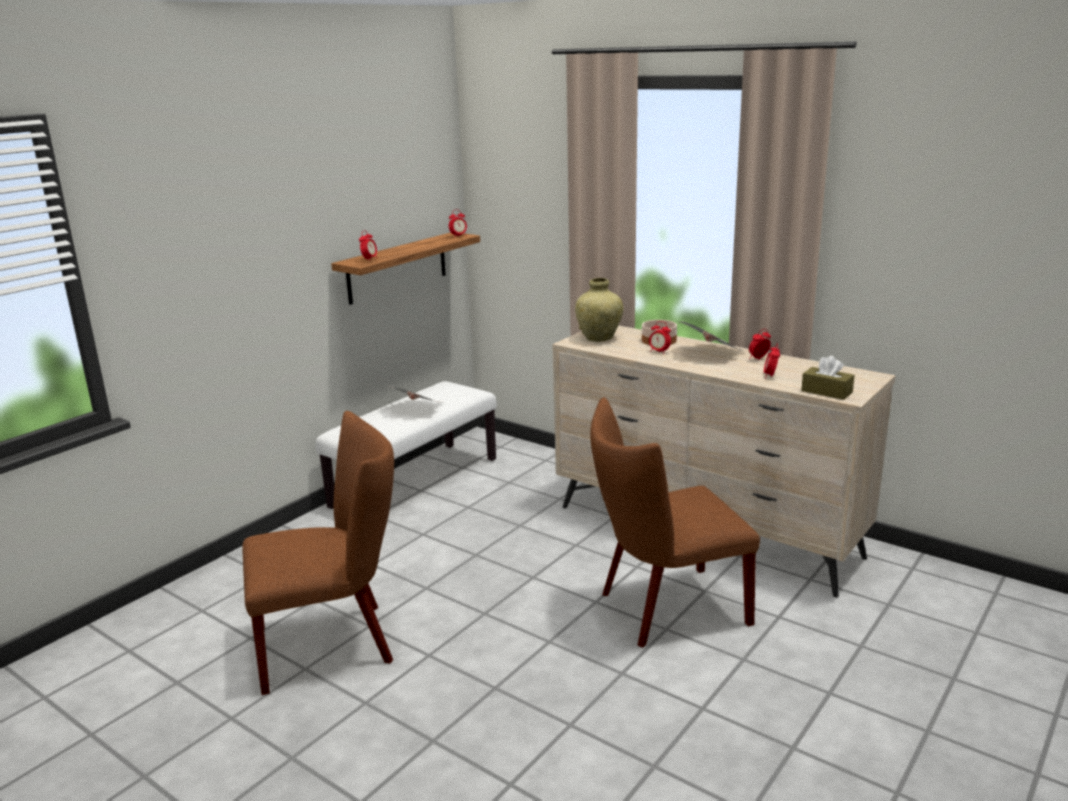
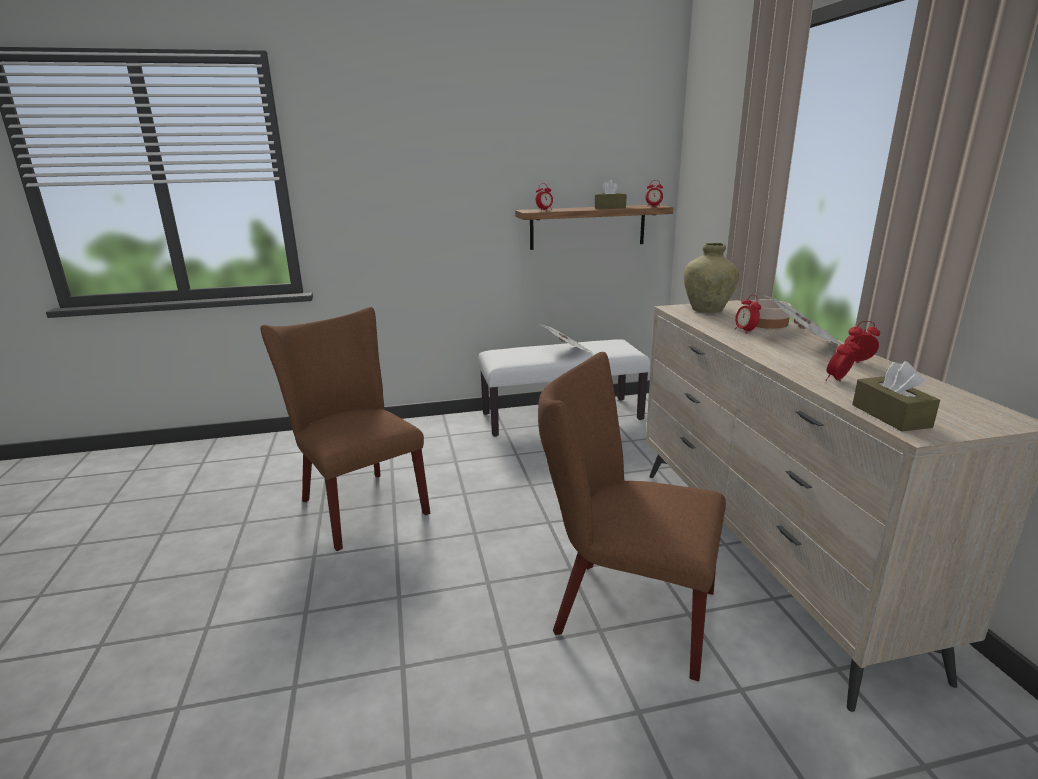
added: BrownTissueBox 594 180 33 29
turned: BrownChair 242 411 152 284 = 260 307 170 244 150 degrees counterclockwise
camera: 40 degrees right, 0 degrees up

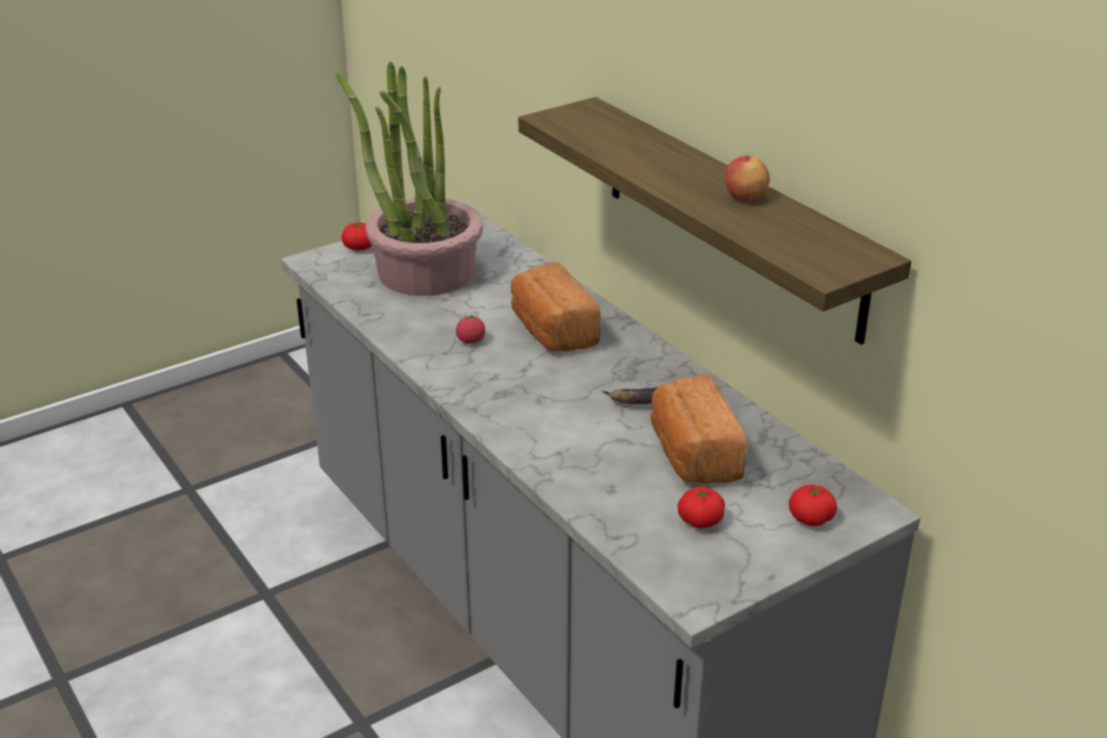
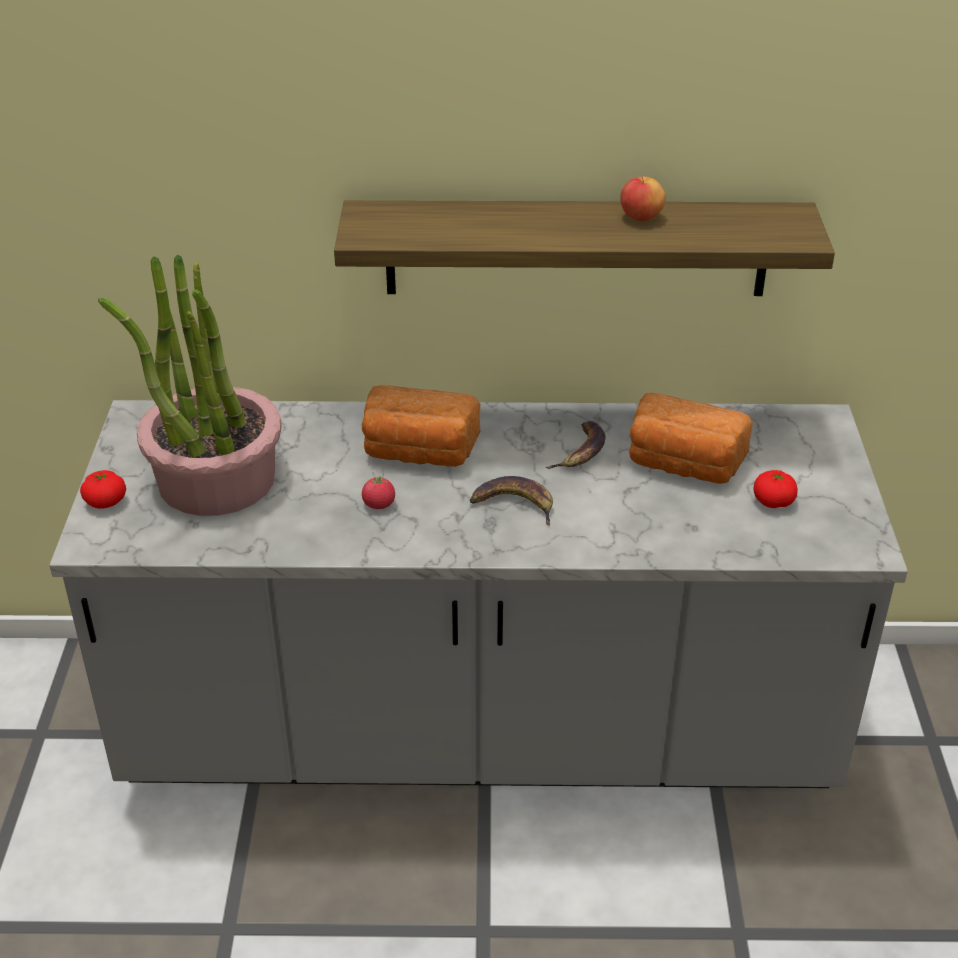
removed: Tomato 789 484 48 42
added: Banana 470 476 83 50
camera: 55 degrees left, 5 degrees up

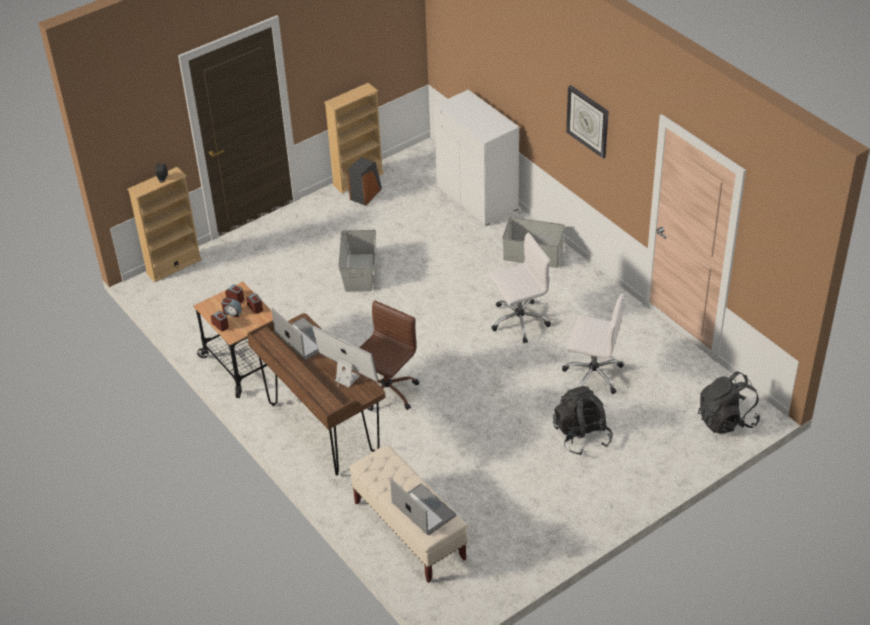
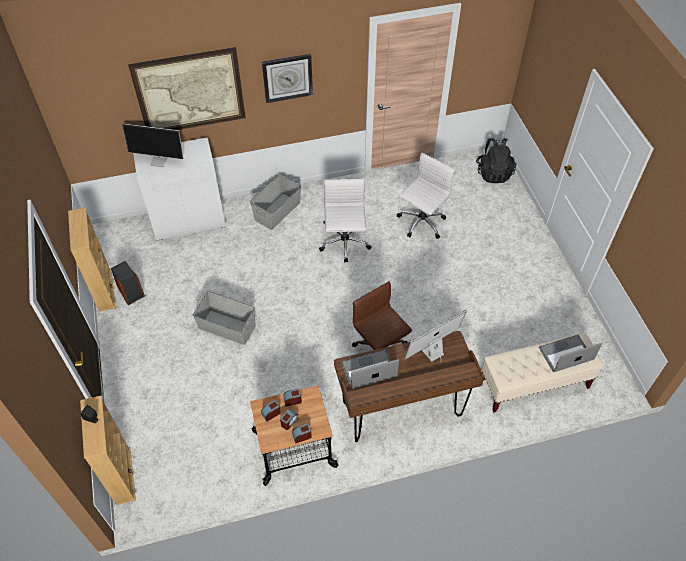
removed: BlackBackpack 553 386 60 69
added: Picture 128 47 118 83; Monitor 122 123 61 44
camera: 70 degrees left, 10 degrees up

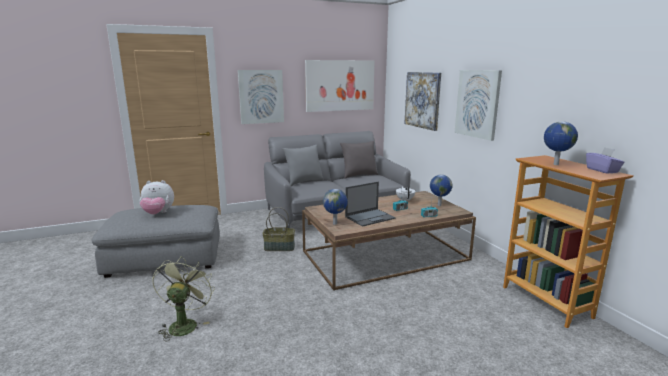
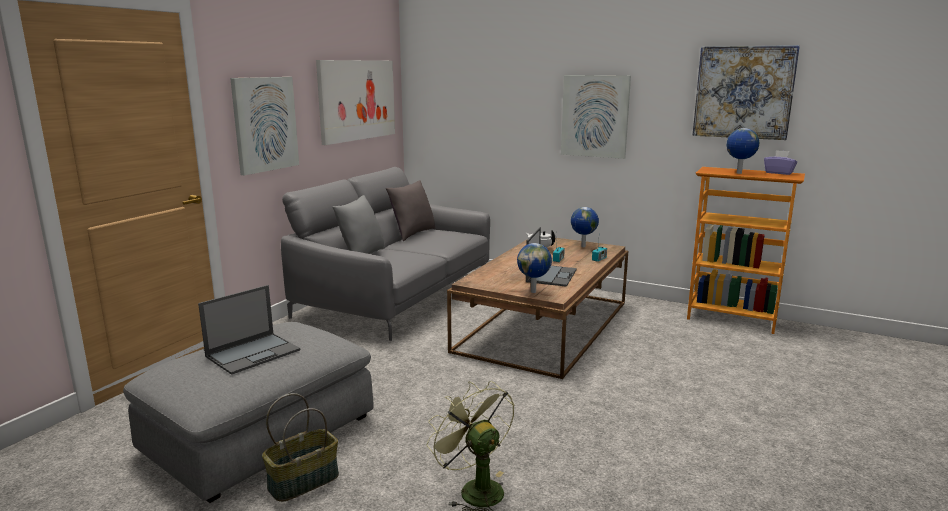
moved: Picture 404 72 37 59 to 692 45 108 95; Basket 262 207 33 44 to 262 393 77 109
replaced: PlushToy 139 180 35 34 to Laptop 198 285 102 90
camera: 40 degrees left, 0 degrees up

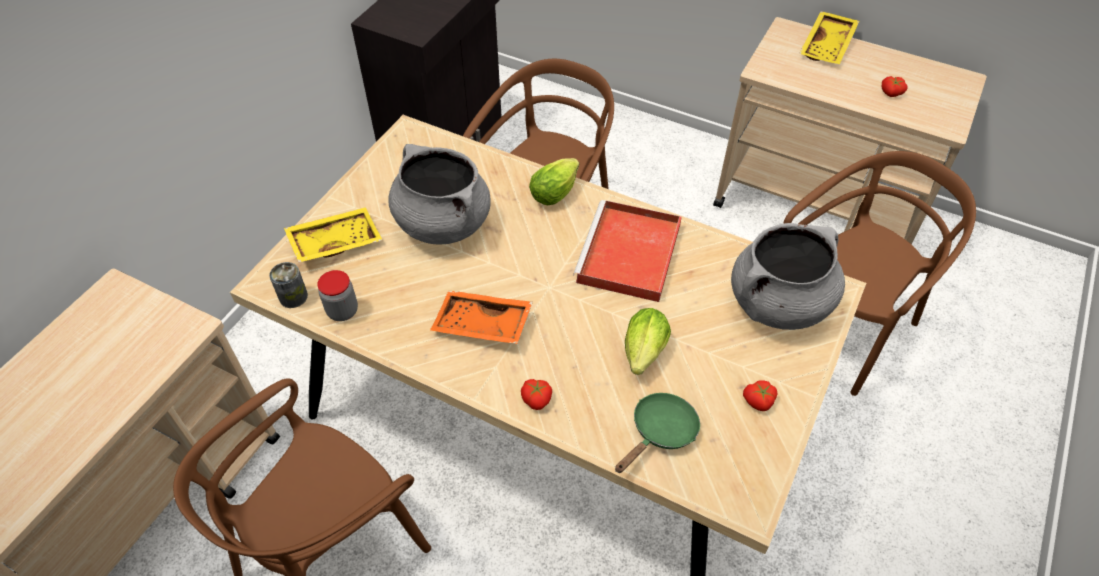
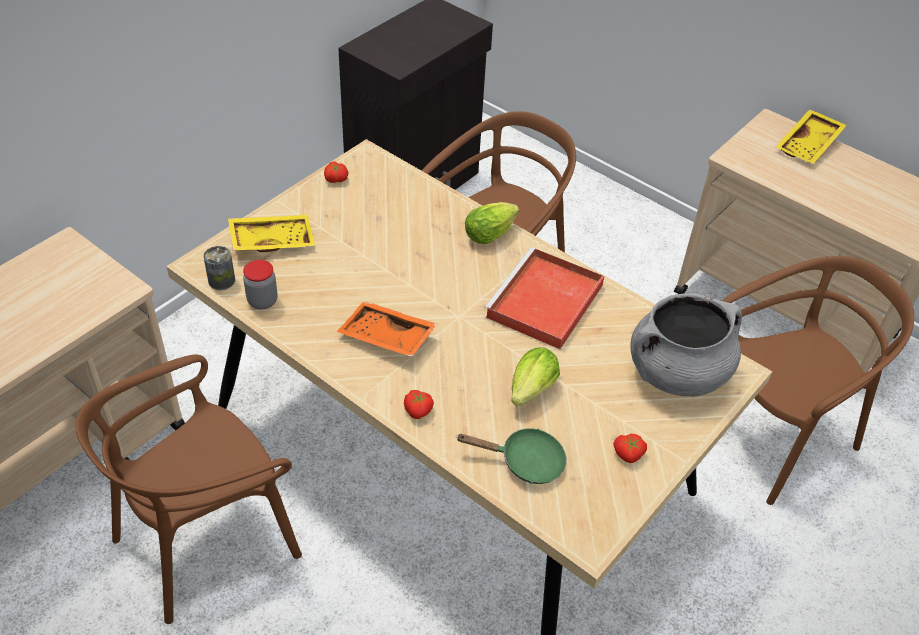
removed: GreyCookingPot 388 144 103 100
moved: Tomato 882 76 26 21 to 324 162 25 21
turned: GreenFryingPan 615 393 85 80 = 456 428 111 56 45 degrees clockwise
camera: 10 degrees right, 5 degrees down

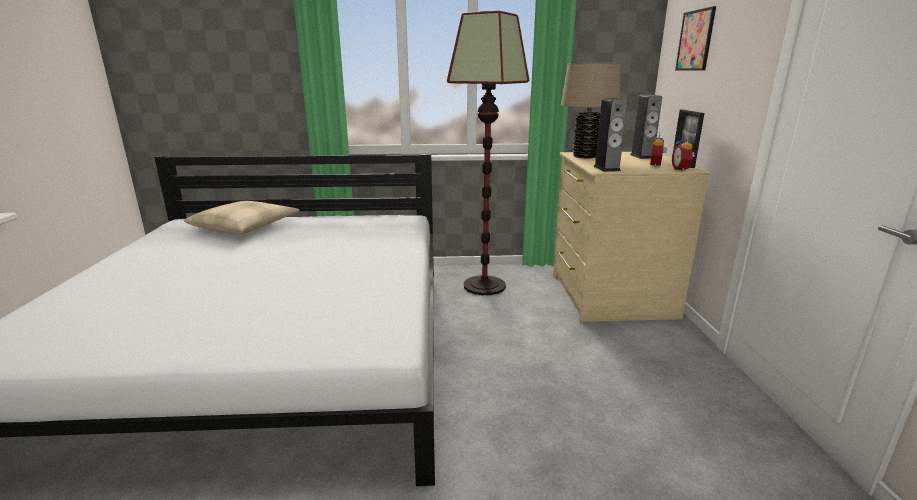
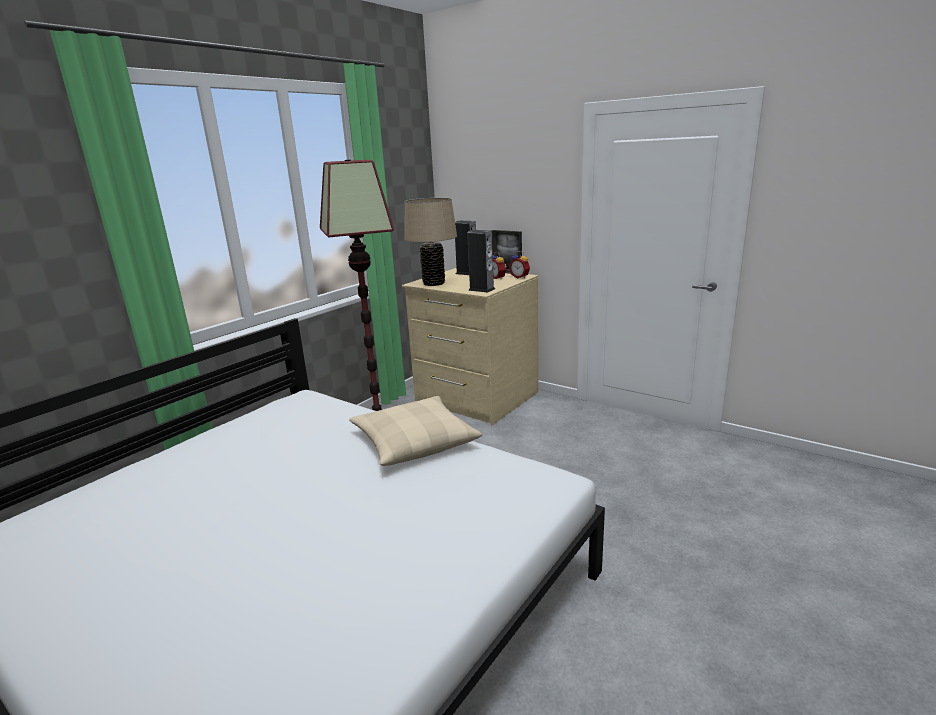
removed: Picture 675 6 41 65
moved: BeigePillow 184 201 116 33 to 349 396 133 70
camera: 50 degrees left, 0 degrees up

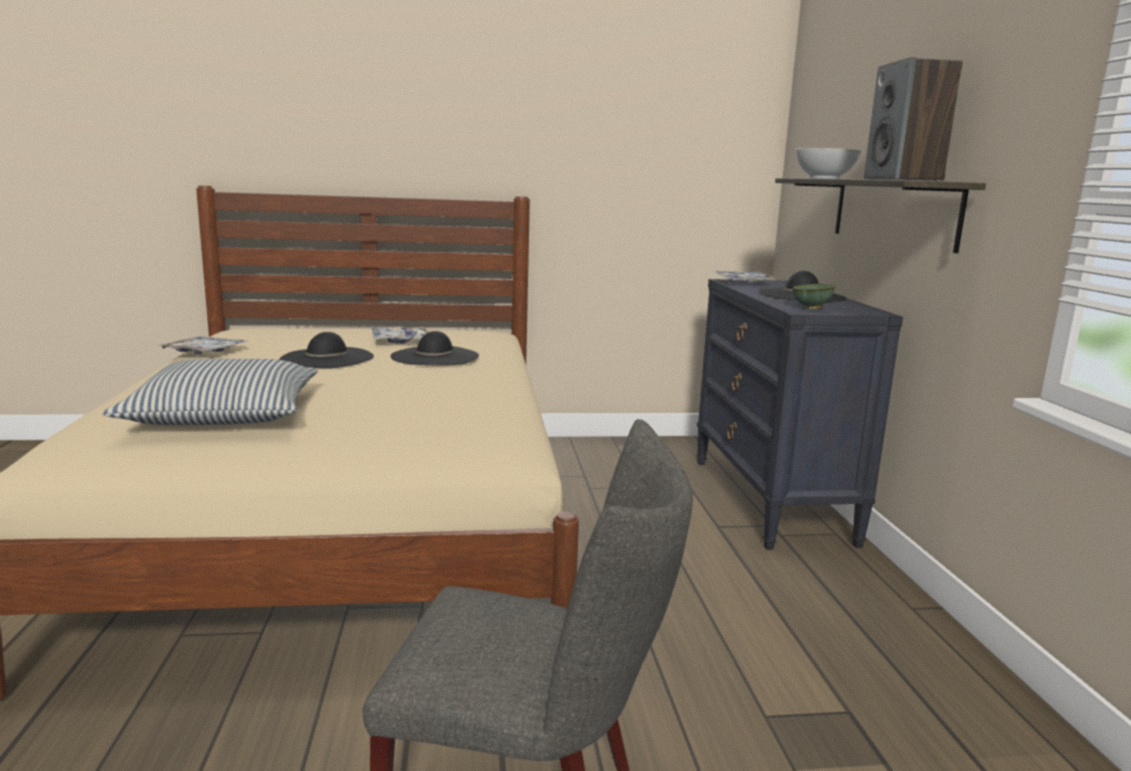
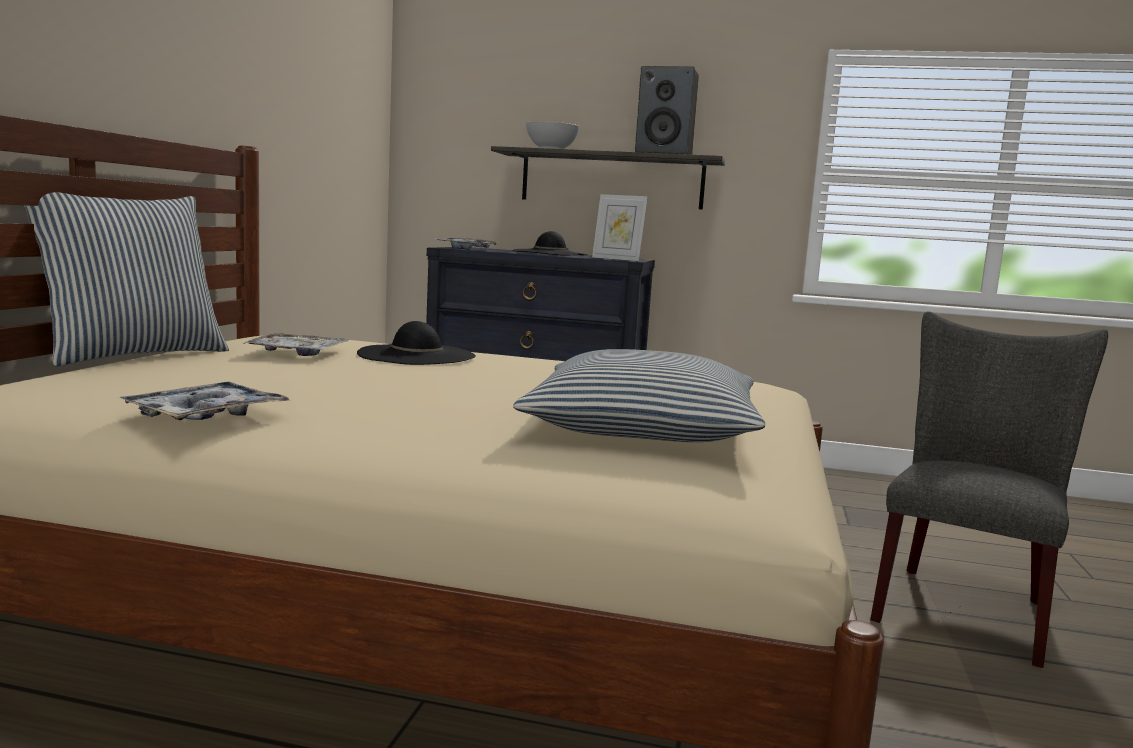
removed: BlackHat 279 332 95 36
added: Pillow 24 192 205 175
replaced: GreenBowl 792 284 44 25 to PictureFrame 592 194 56 67
camera: 70 degrees left, 5 degrees down

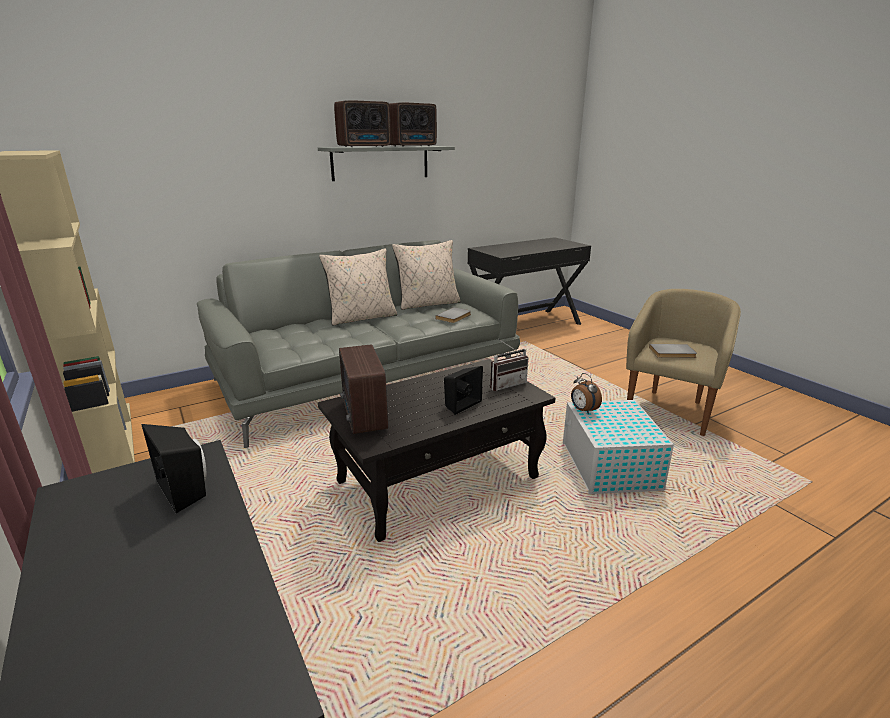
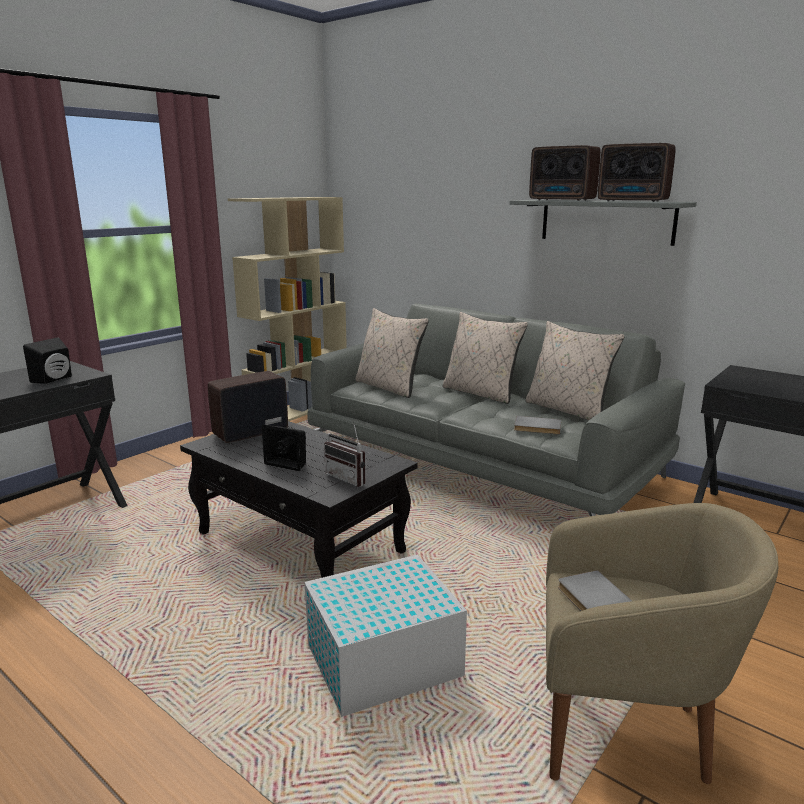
removed: AlarmClock 571 373 31 41
added: BeigePillow 356 308 73 90
camera: 70 degrees right, 5 degrees down

